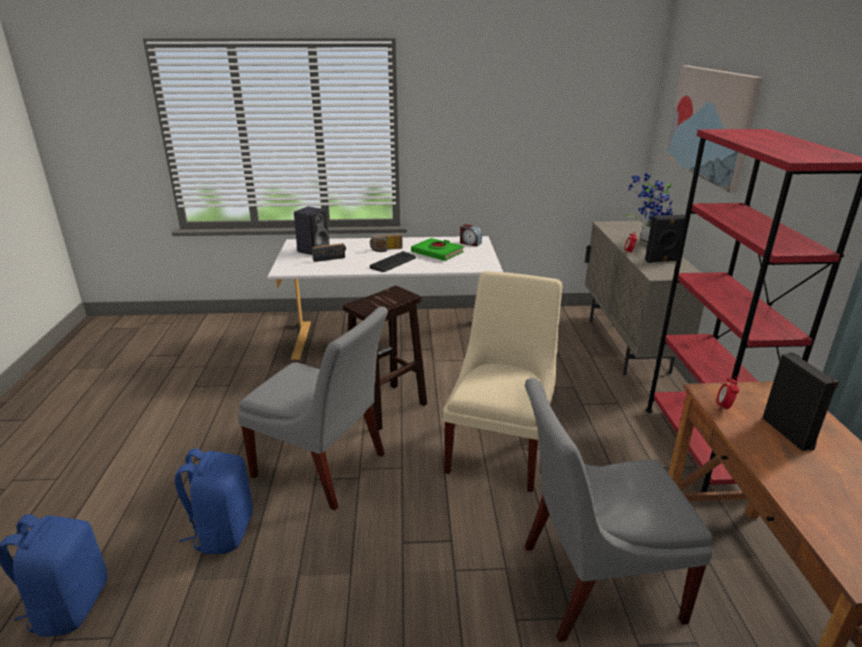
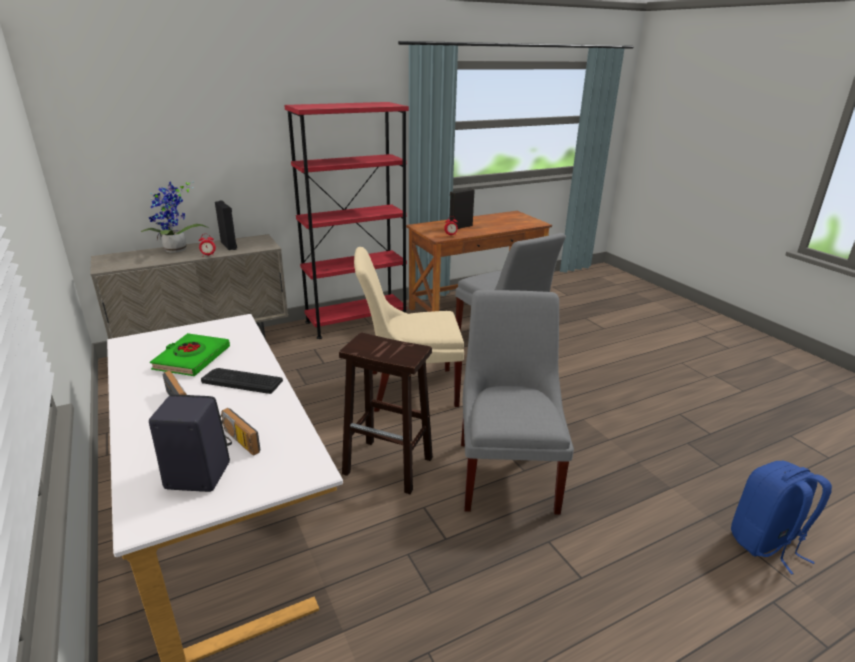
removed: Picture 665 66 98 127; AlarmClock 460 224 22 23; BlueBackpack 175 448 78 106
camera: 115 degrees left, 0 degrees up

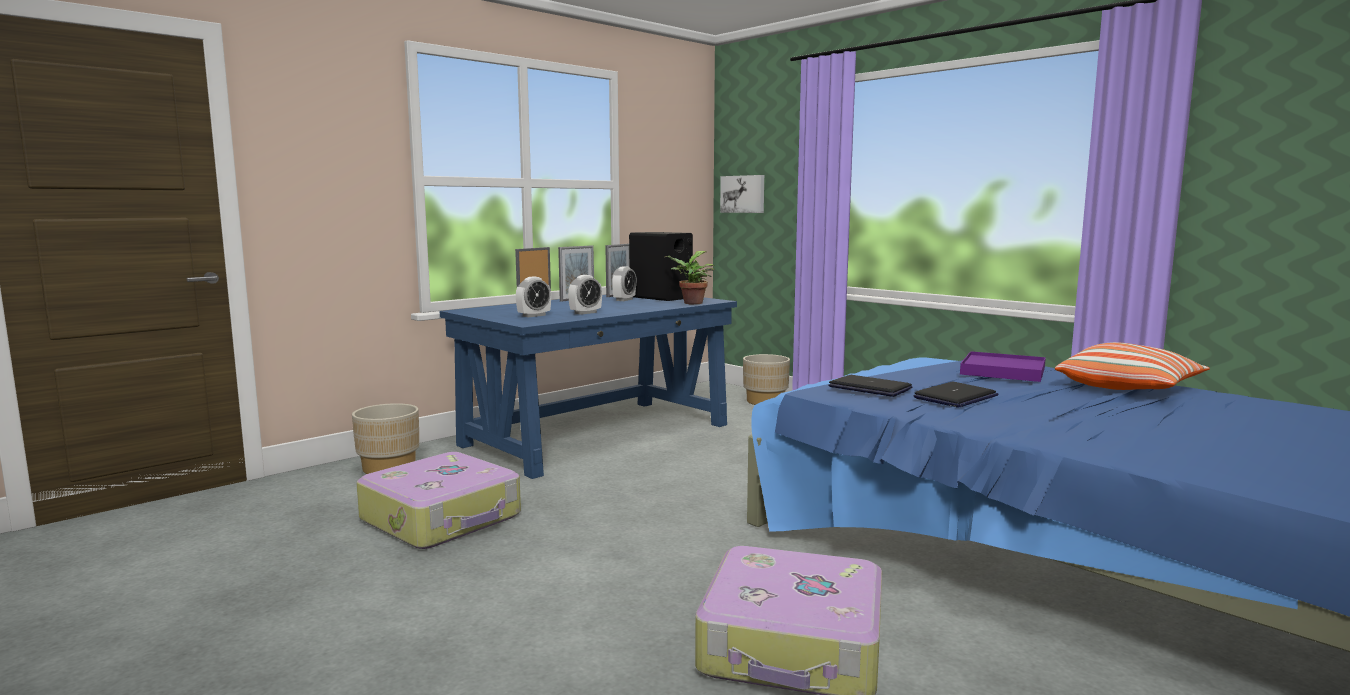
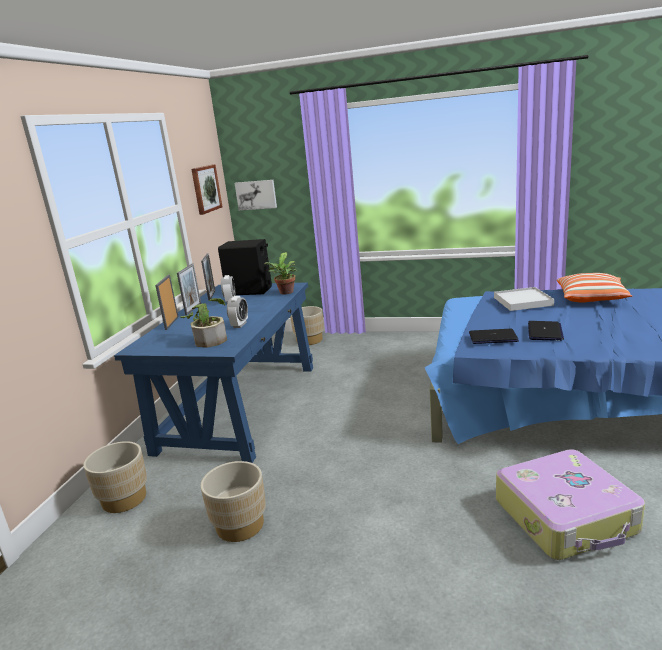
added: Picture 191 164 31 51
replaced: AlarmClock 516 277 35 40 to PottedPlant 180 298 47 50; Suitcase 357 452 164 97 to BeigePlanter 201 461 65 81
recoloured: PurpleTray 960 351 86 31 to WhiteTray 494 287 60 24
camera: 30 degrees left, 10 degrees up

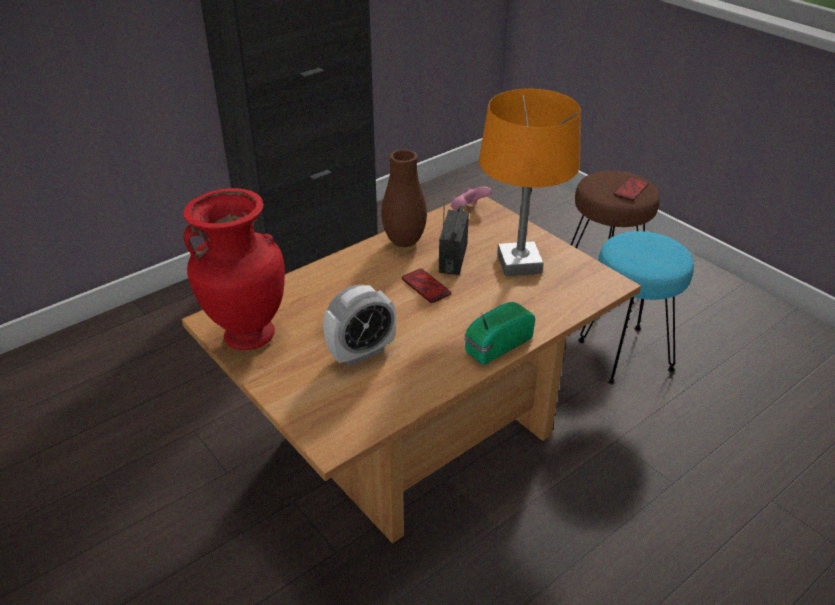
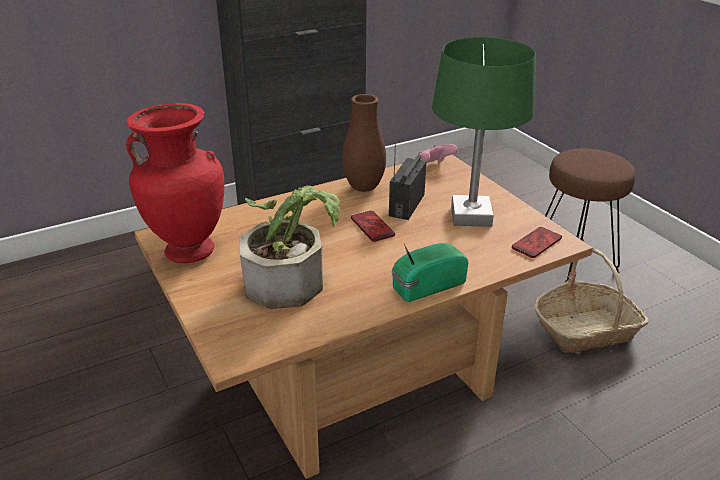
moved: Phone 614 177 35 24 to 512 227 50 31
replaced: TurquoiseStool 578 231 116 154 to Basket 534 248 115 105; AlarmClock 323 285 73 81 to PottedPlant 239 186 101 123
recoloured: OrangeTableLamp 479 89 102 187 to GreenTableLamp 432 37 104 190
camera: 10 degrees right, 5 degrees down

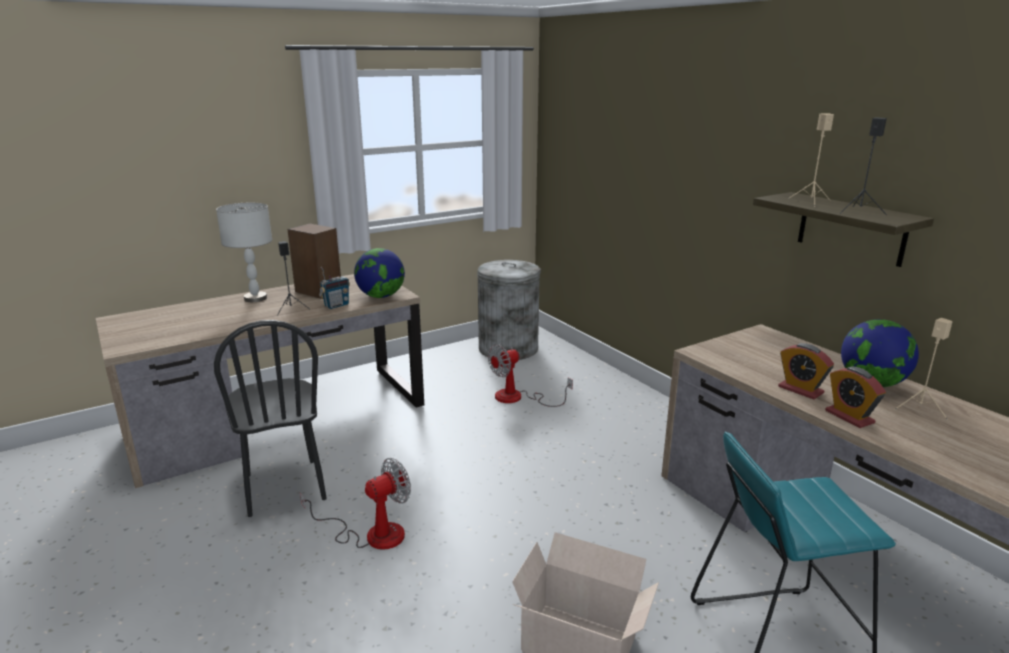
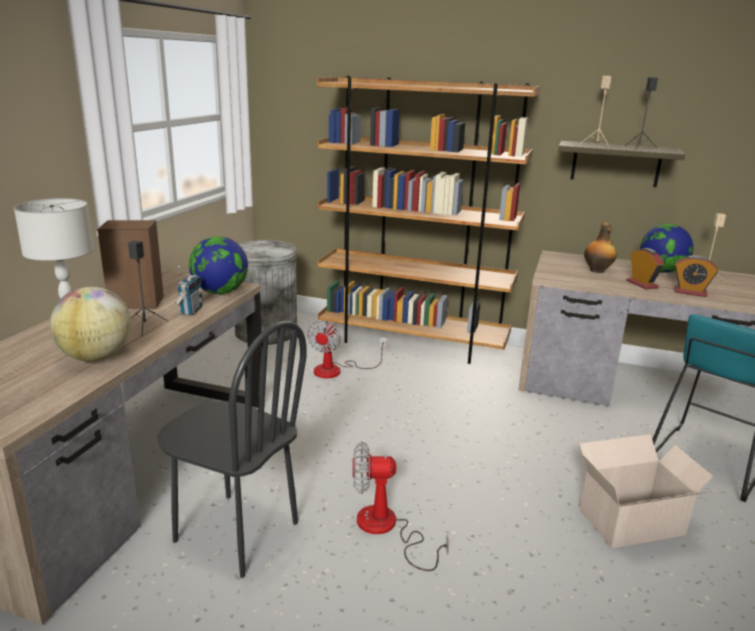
added: BrownBookcase 317 76 223 288; Bottle 584 223 33 50; Globe 50 287 82 75
turned: AlarmClock 778 343 56 56 = 626 248 38 41 120 degrees counterclockwise; Fan 300 458 111 92 = 353 442 96 129 105 degrees counterclockwise
camera: 40 degrees left, 0 degrees up

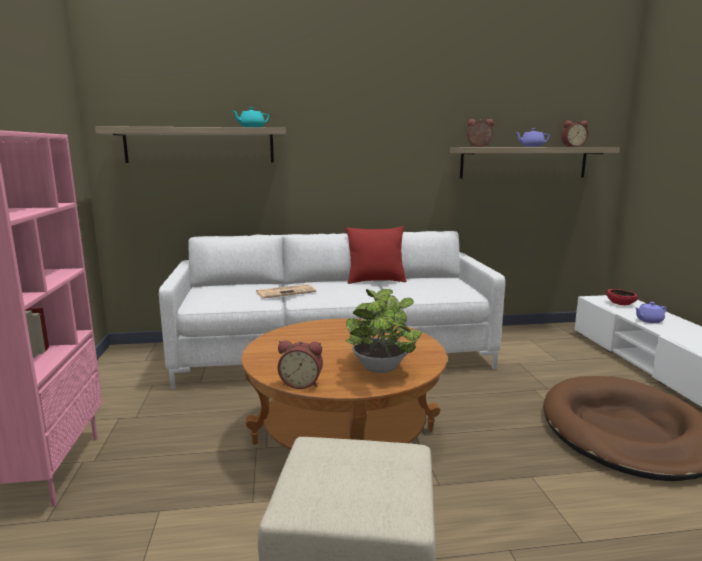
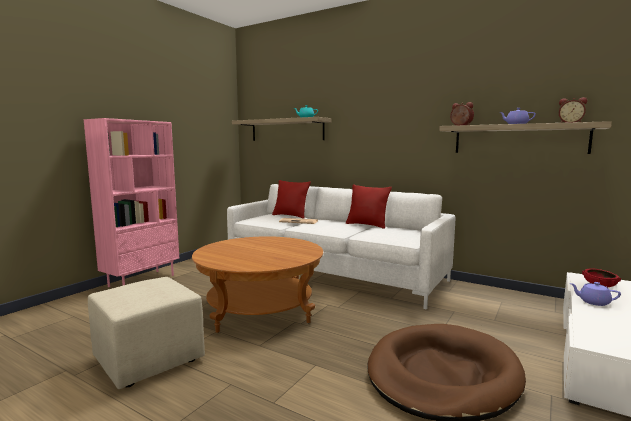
removed: PottedPlant 345 289 76 84; AlarmClock 278 340 45 49
added: RedPillow 272 180 39 38
camera: 40 degrees right, 5 degrees down

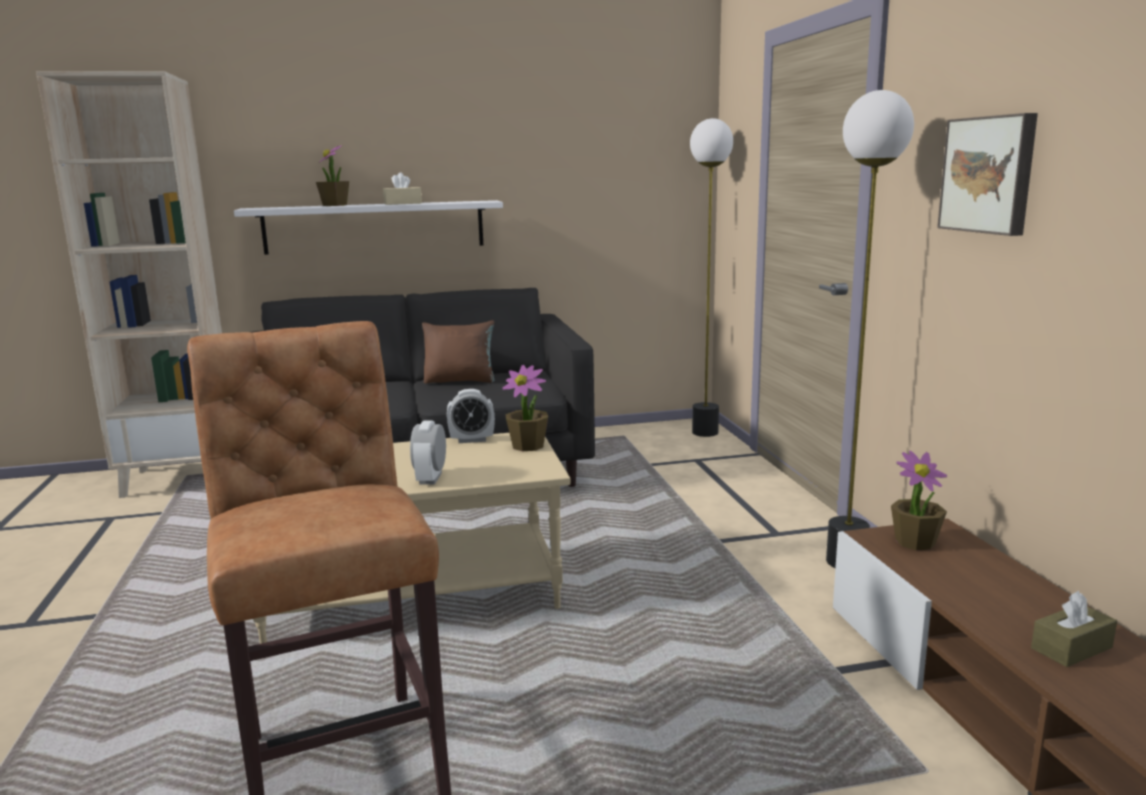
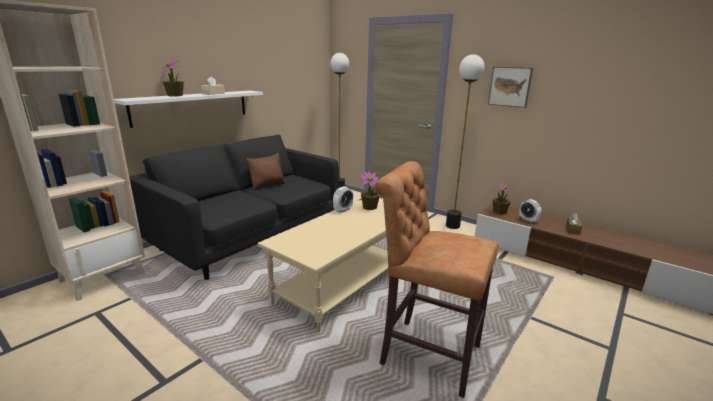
moved: AlarmClock 410 420 36 65 to 519 199 22 24
camera: 40 degrees left, 5 degrees up

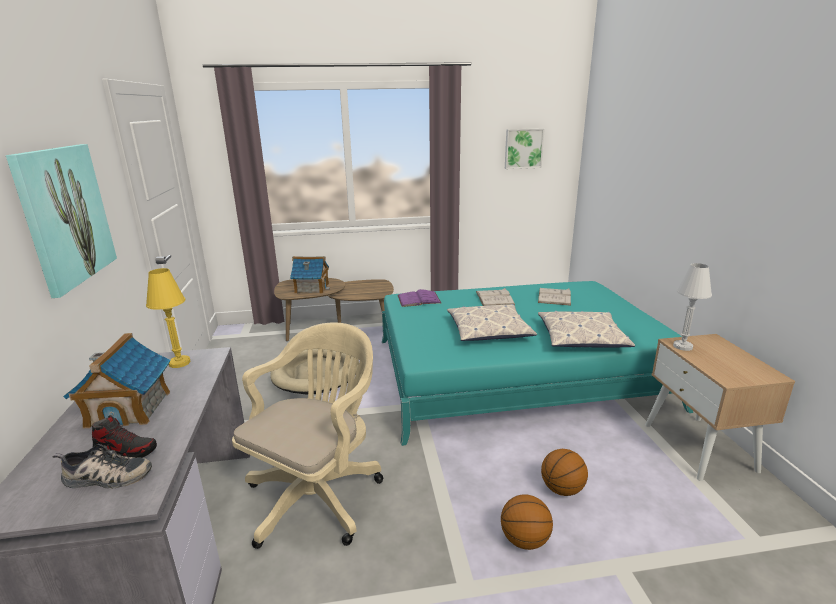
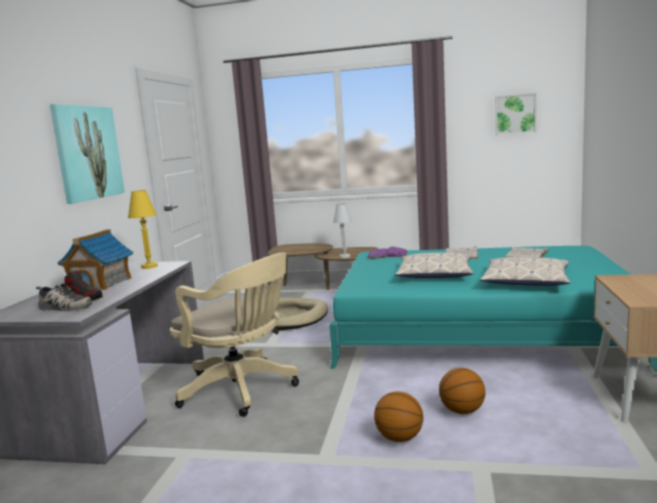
removed: ToyHouse 290 256 41 38
moved: WhiteTableLamp 673 263 39 88 to 333 203 19 55
turned: BeigeOfficeChair 232 322 151 227 = 170 252 129 165 75 degrees clockwise
camera: 20 degrees right, 10 degrees down

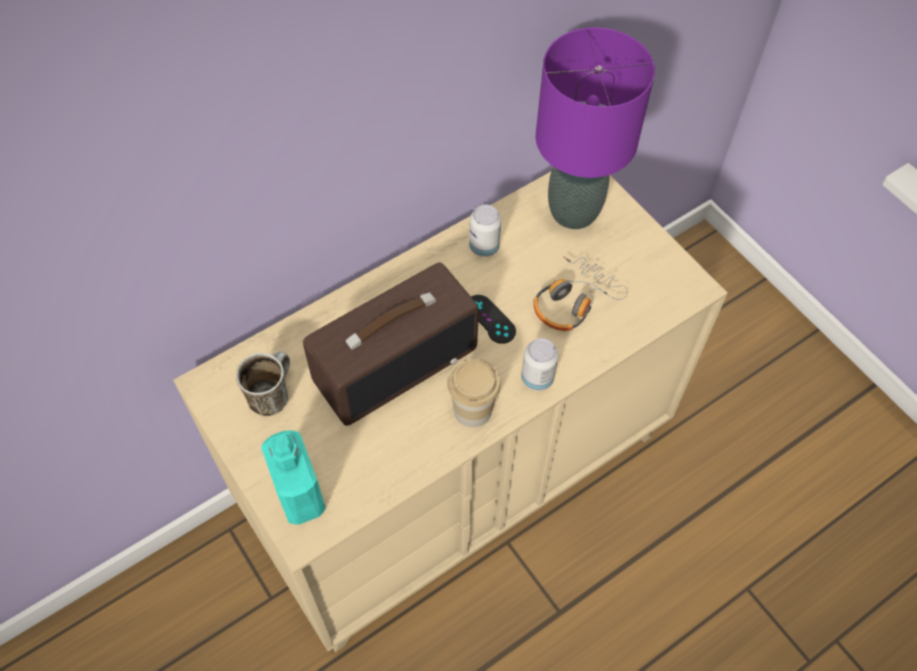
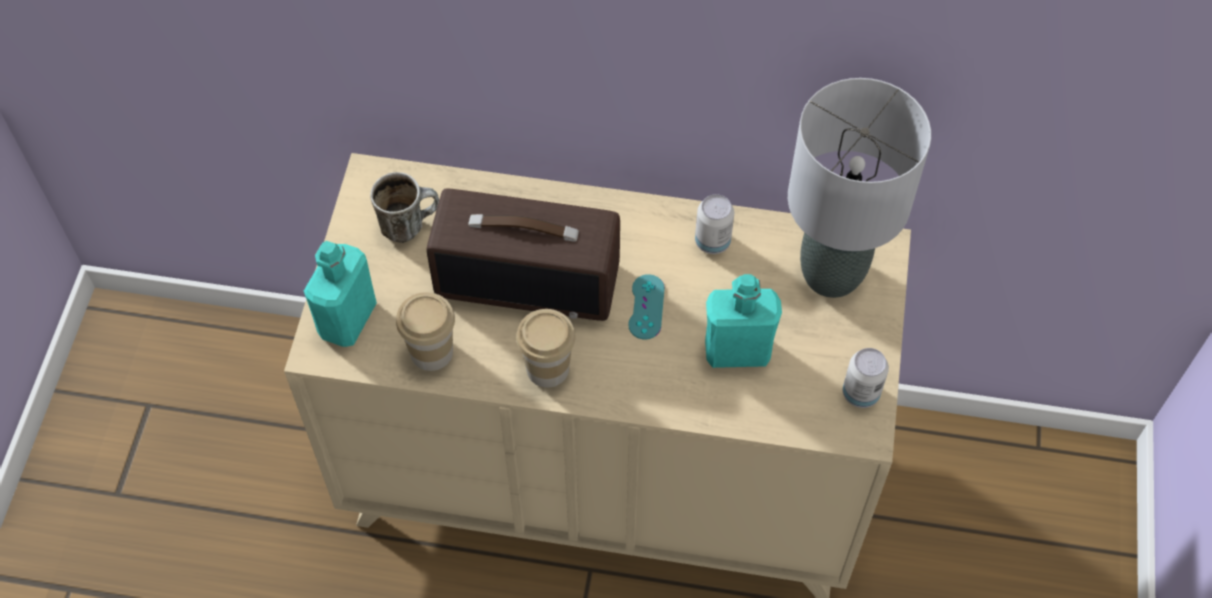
added: Cup 396 292 59 79
moved: Can 521 338 37 53 to 843 348 46 60
replaced: Headphones 533 257 95 74 to TurquoiseBottle 705 274 77 94
recoloured: PurpleTableLamp 536 27 119 202 to GreyTableLamp 788 78 143 220; BlackGameController 471 295 45 49 to TurquoiseGameController 628 274 37 66
camera: 45 degrees right, 0 degrees up

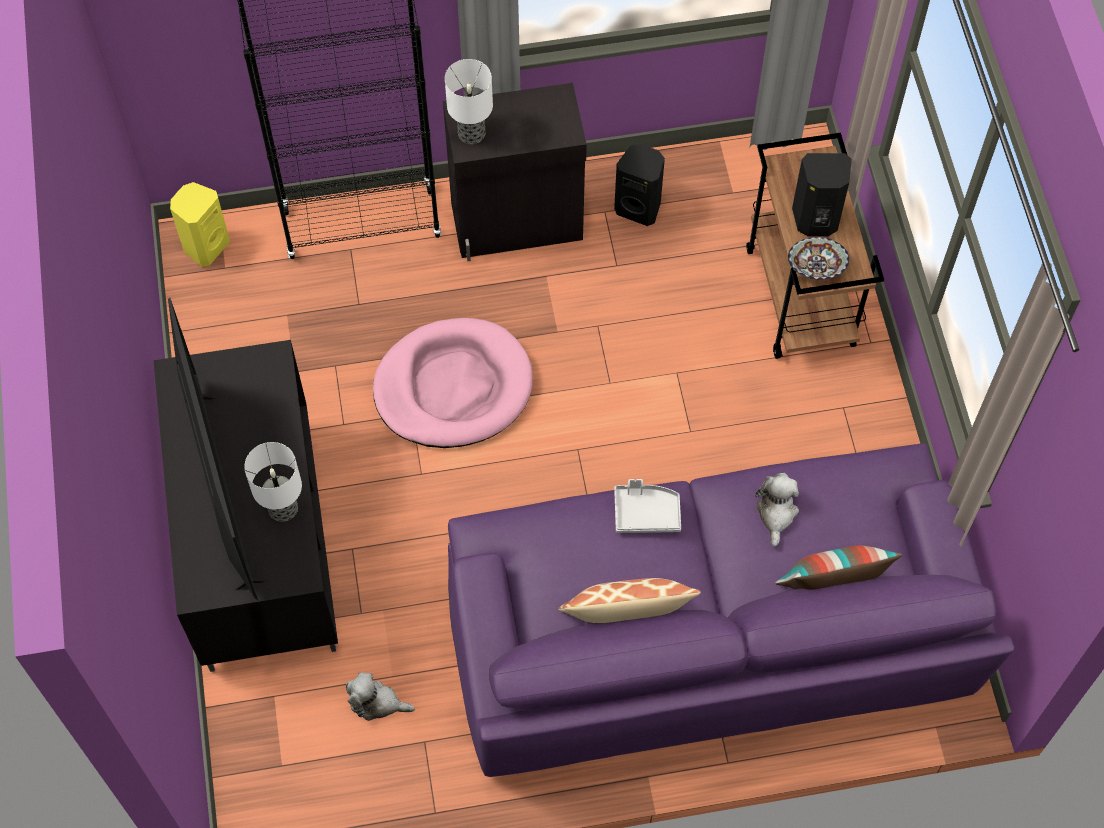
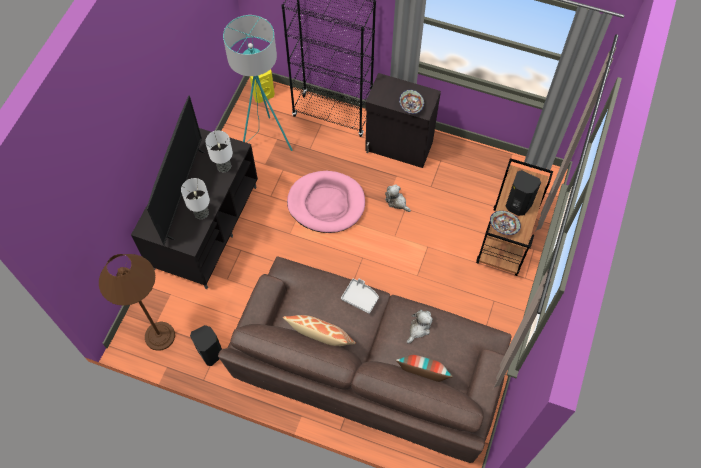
added: TurquoiseFloorLamp 223 15 70 136; Bowl 399 89 25 25; BrownFloorLamp 99 254 76 97
moved: TableLamp 445 59 48 85 to 205 131 28 41; BlackSpeaker 614 144 51 82 to 190 325 32 41; PlushToy 346 672 69 49 to 385 184 26 28
recoloured: PurpleSofa 448 443 567 334 to BrownSofa 218 256 293 207
camera: 30 degrees right, 0 degrees up

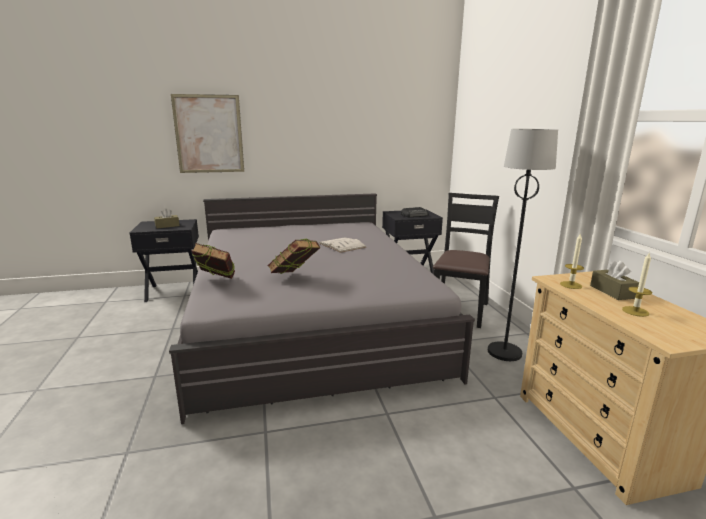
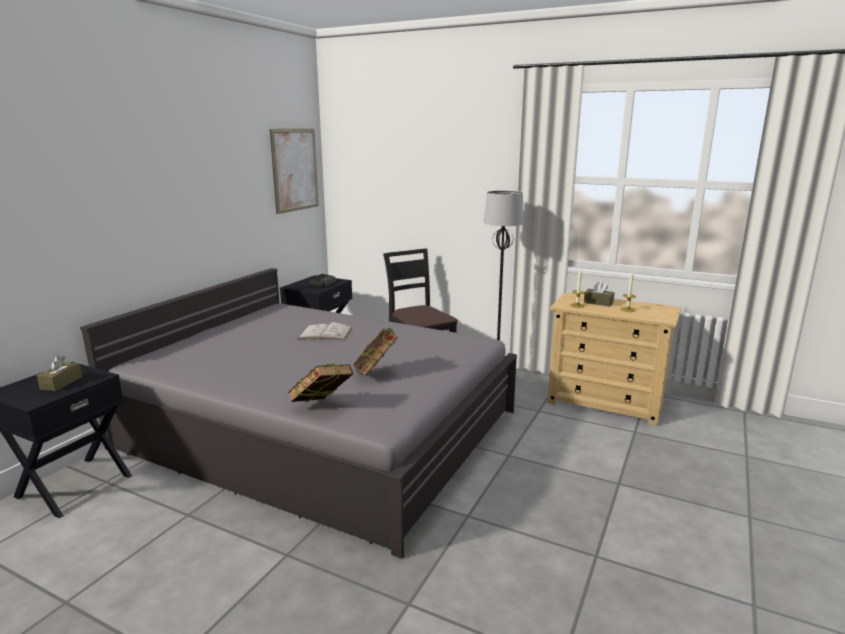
moved: Picture 171 94 73 79 to 270 129 49 85
camera: 50 degrees left, 0 degrees up

